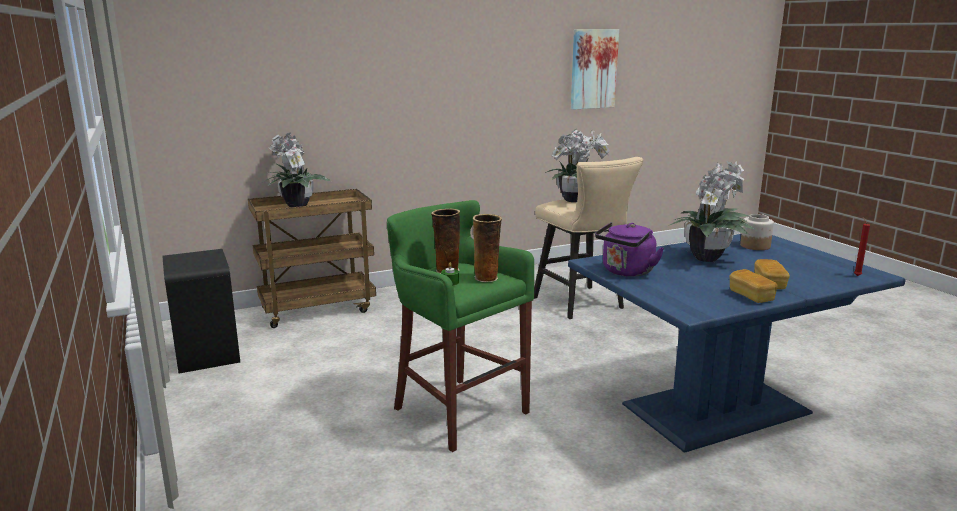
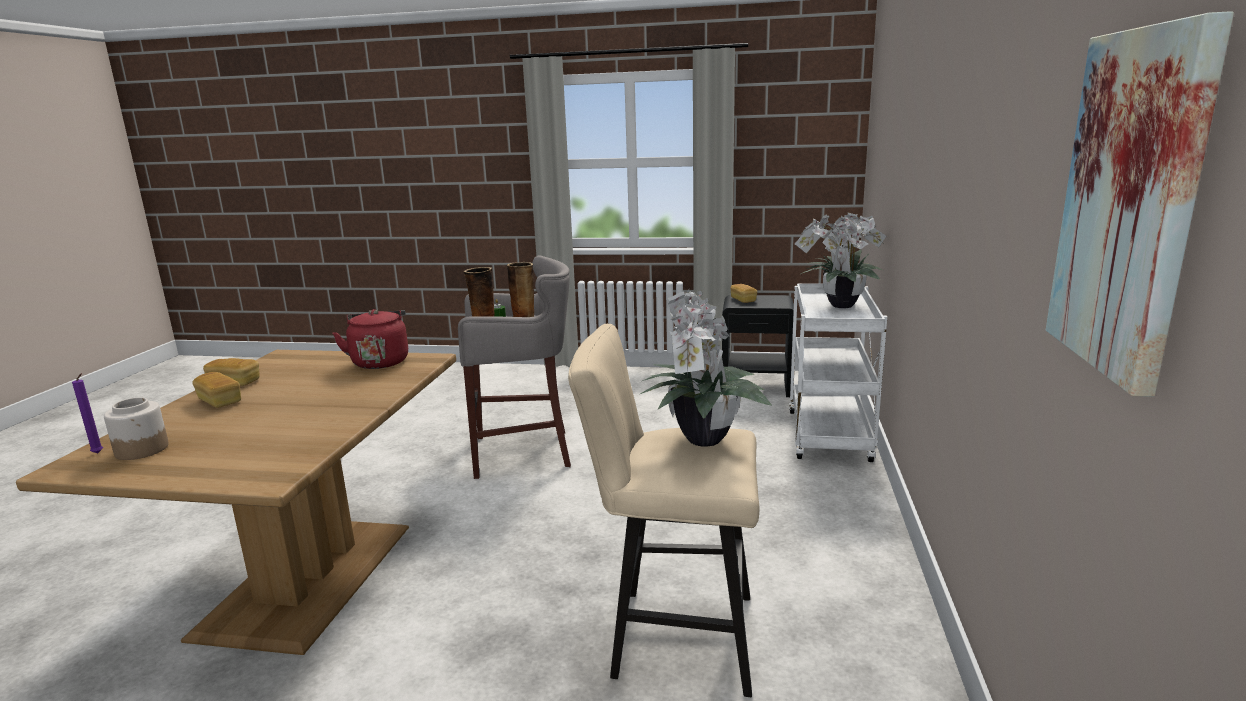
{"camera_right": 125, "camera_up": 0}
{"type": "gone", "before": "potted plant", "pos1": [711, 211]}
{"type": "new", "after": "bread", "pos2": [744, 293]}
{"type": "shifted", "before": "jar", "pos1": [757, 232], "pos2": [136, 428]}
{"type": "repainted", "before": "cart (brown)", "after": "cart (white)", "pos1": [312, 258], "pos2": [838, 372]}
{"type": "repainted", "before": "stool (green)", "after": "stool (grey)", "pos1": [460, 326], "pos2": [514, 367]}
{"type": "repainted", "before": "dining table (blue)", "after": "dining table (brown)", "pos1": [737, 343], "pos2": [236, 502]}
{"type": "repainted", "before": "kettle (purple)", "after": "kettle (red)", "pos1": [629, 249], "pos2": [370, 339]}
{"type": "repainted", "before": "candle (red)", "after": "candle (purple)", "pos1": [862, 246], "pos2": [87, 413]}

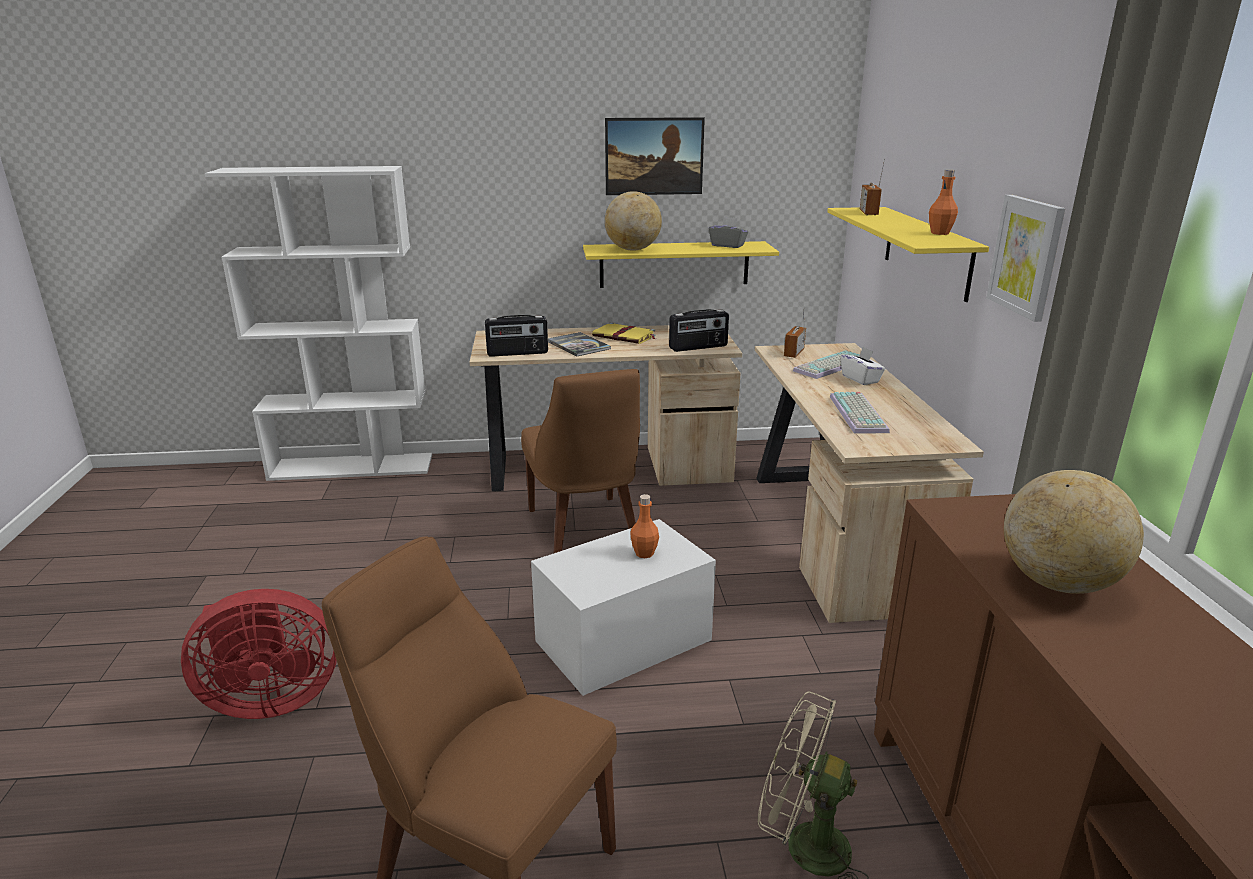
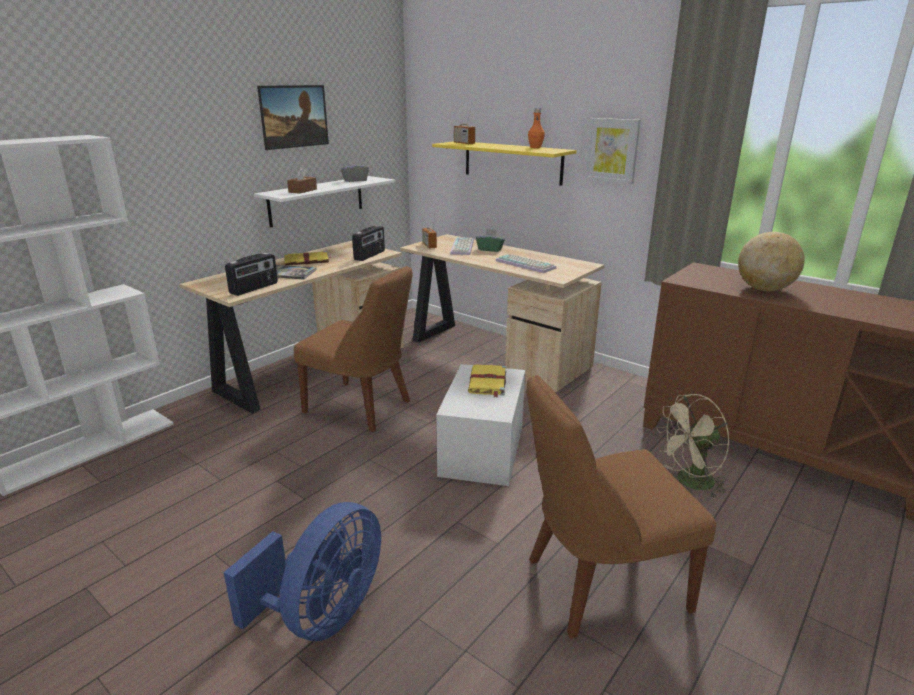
{"camera_right": -45, "camera_up": 0}
{"type": "swapped", "before": "globe", "after": "tissue box (brown)", "pos1": [633, 221], "pos2": [302, 180]}
{"type": "swapped", "before": "bottle (orange)", "after": "book (yellow)", "pos1": [644, 526], "pos2": [487, 381]}
{"type": "repainted", "before": "fan (red)", "after": "fan (blue)", "pos1": [259, 654], "pos2": [302, 571]}
{"type": "repainted", "before": "shelf (yellow)", "after": "shelf (white)", "pos1": [681, 264], "pos2": [324, 202]}
{"type": "repainted", "before": "tissue box (white)", "after": "tissue box (green)", "pos1": [863, 366], "pos2": [490, 240]}

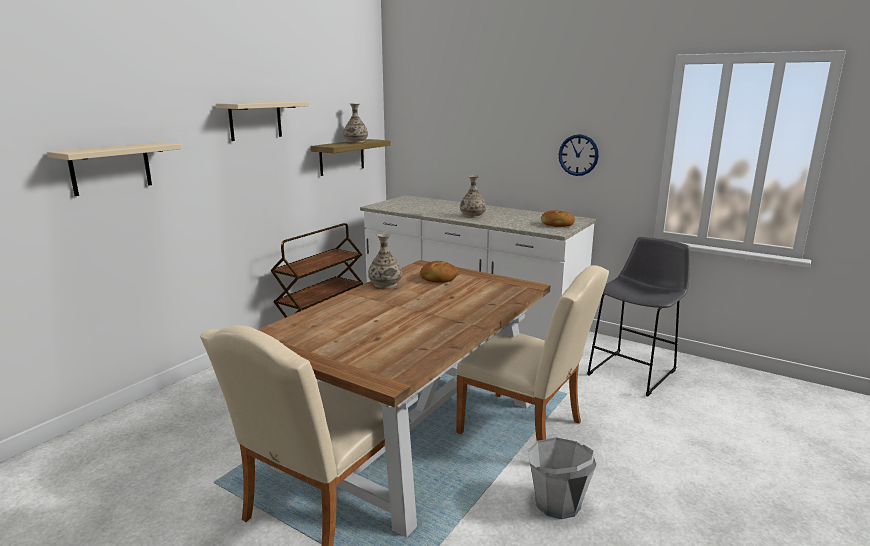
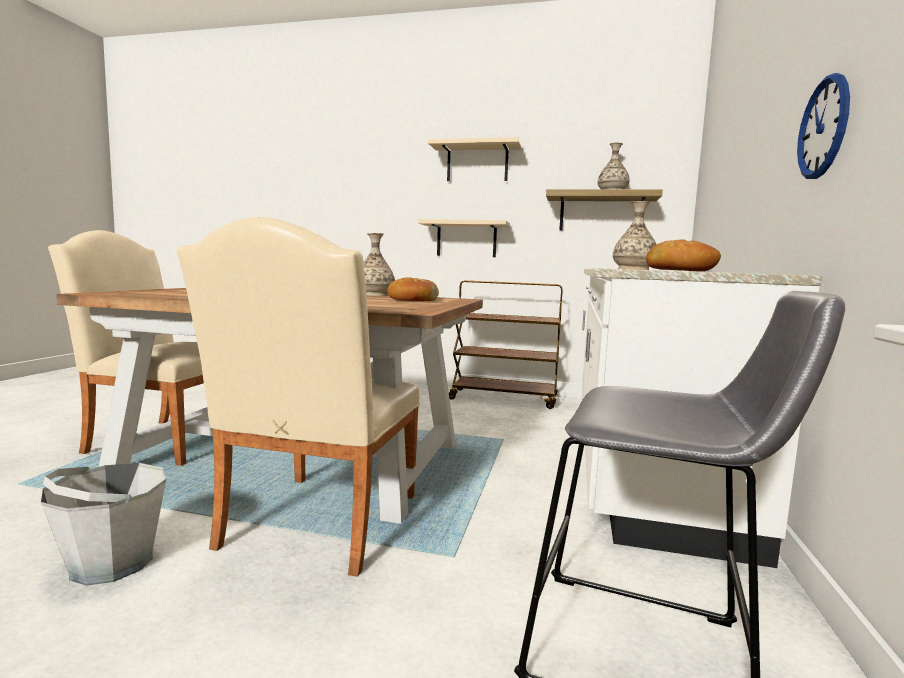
{"camera_right": 70, "camera_up": -10}
{"type": "shifted", "before": "shelf (beige)", "pos1": [114, 169], "pos2": [464, 238]}

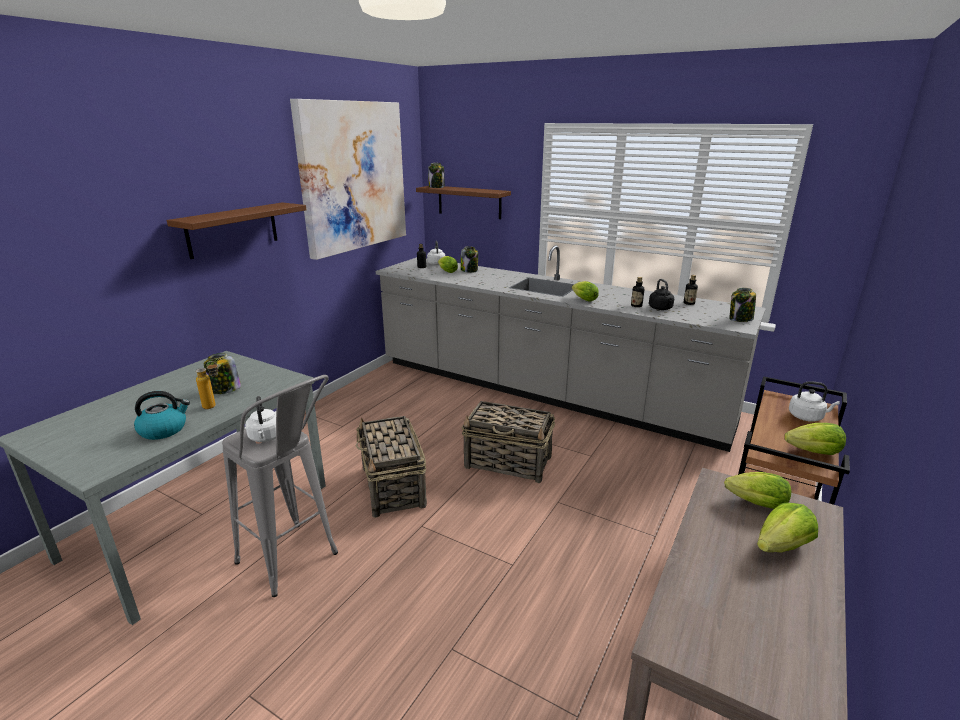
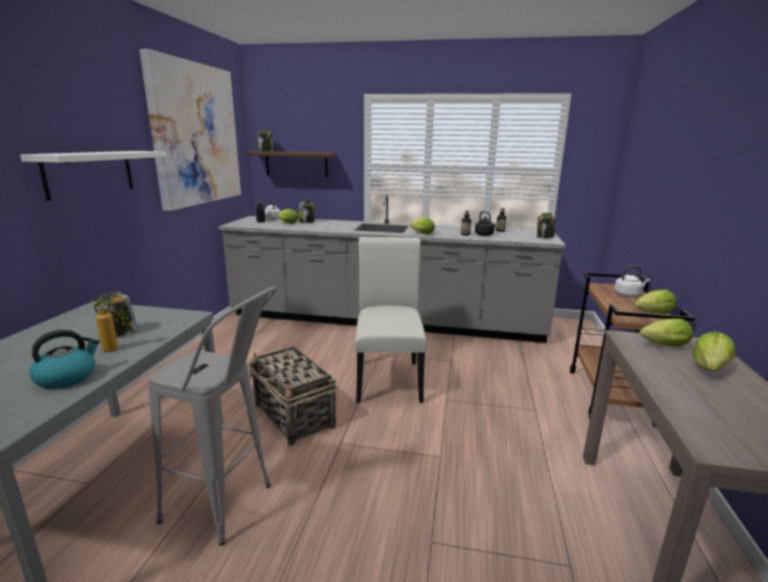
{"camera_right": -20, "camera_up": -5}
{"type": "gone", "before": "kettle (white)", "pos1": [260, 419]}
{"type": "swapped", "before": "basket", "after": "chair (white)", "pos1": [508, 442], "pos2": [390, 320]}
{"type": "repainted", "before": "shelf (brown)", "after": "shelf (white)", "pos1": [236, 231], "pos2": [93, 176]}

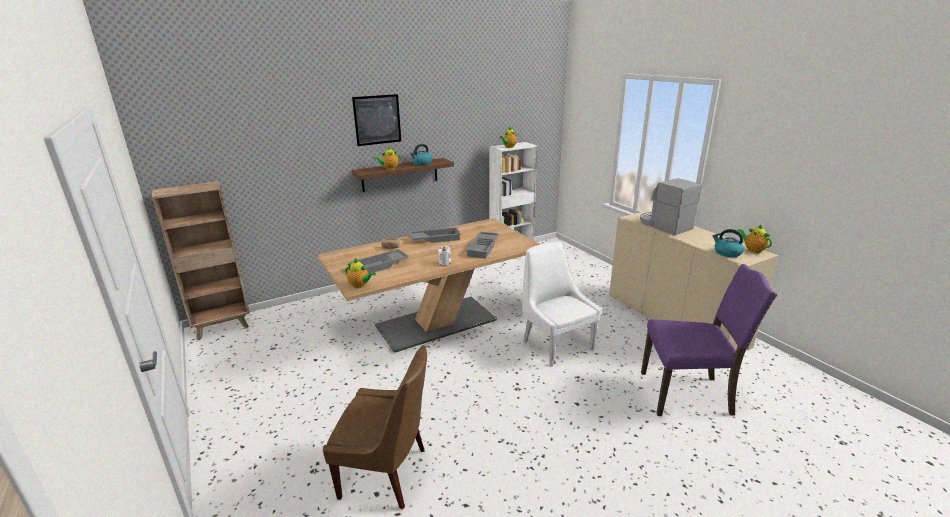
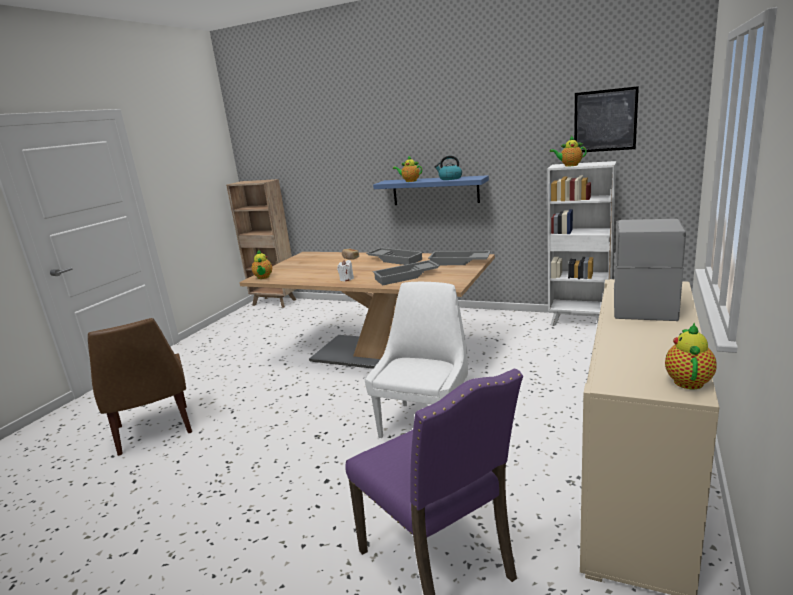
{"camera_right": 55, "camera_up": -5}
{"type": "gone", "before": "kettle", "pos1": [728, 243]}
{"type": "shifted", "before": "tray (grey)", "pos1": [379, 261], "pos2": [459, 258]}
{"type": "shifted", "before": "picture", "pos1": [376, 120], "pos2": [606, 119]}
{"type": "repainted", "before": "shelf (brown)", "after": "shelf (blue)", "pos1": [402, 175], "pos2": [431, 190]}

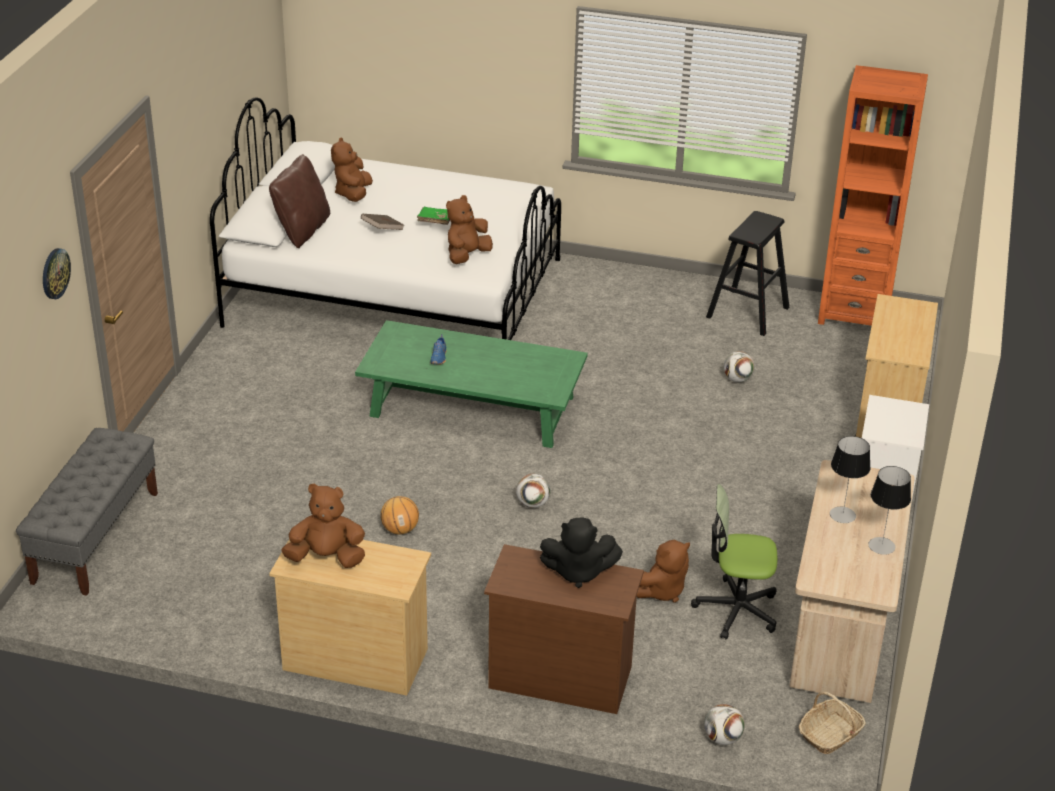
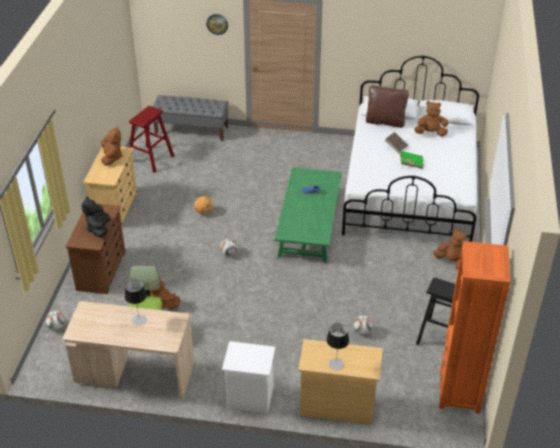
{"camera_right": 85, "camera_up": 5}
{"type": "gone", "before": "basket", "pos1": [832, 723]}
{"type": "new", "after": "stool (red)", "pos2": [151, 139]}
{"type": "shifted", "before": "plush toy (brown)", "pos1": [469, 229], "pos2": [450, 248]}
{"type": "shifted", "before": "table lamp", "pos1": [889, 510], "pos2": [337, 346]}

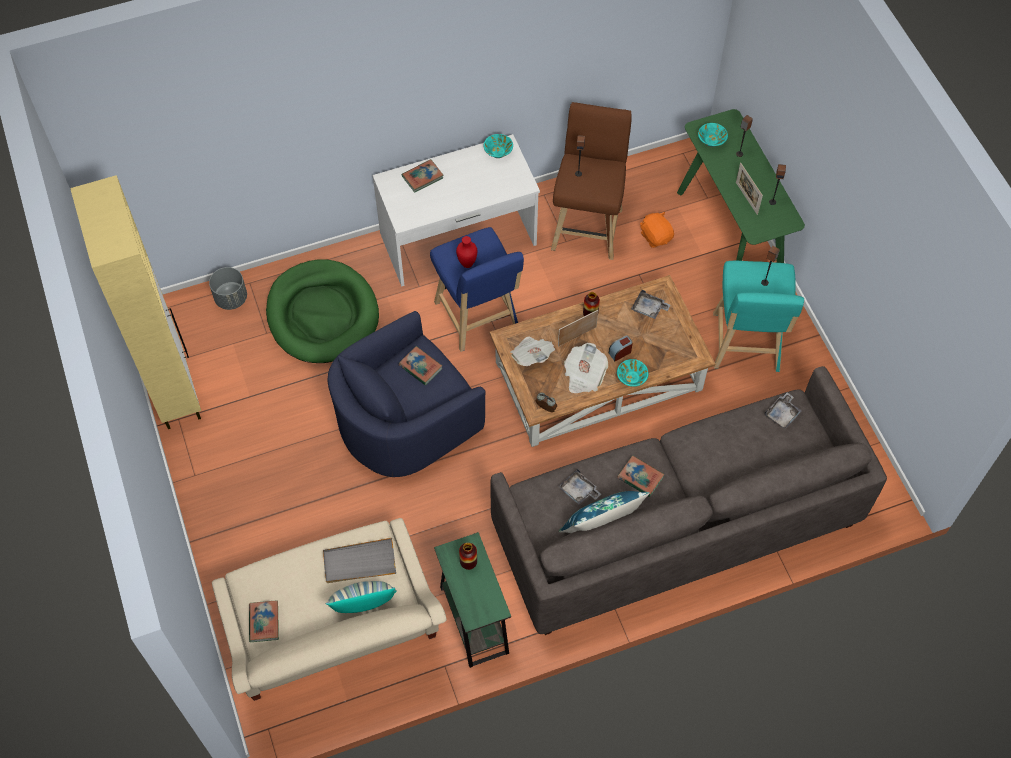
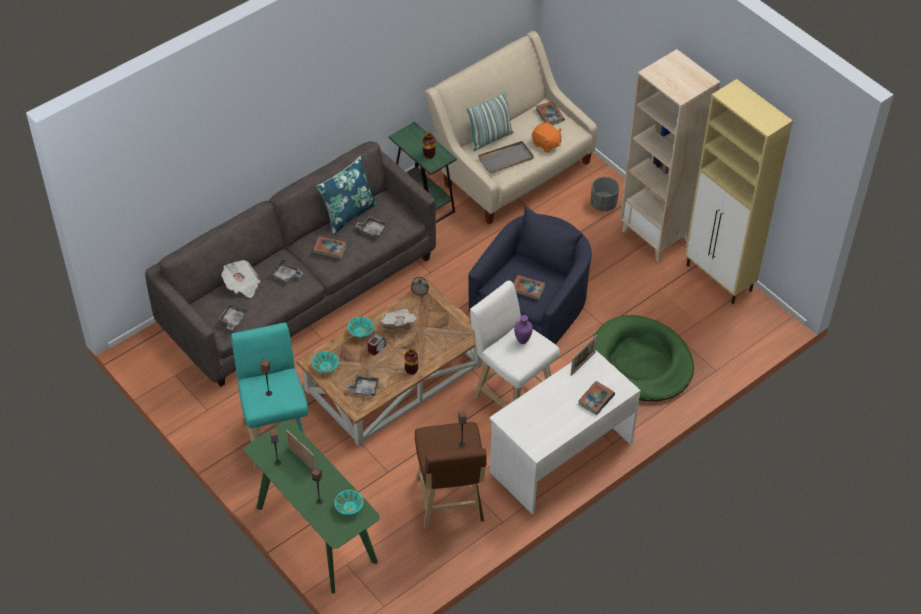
{"camera_right": 160, "camera_up": -10}
{"type": "new", "after": "tray (grey)", "pos2": [286, 271]}
{"type": "new", "after": "bookcase (beige)", "pos2": [670, 155]}
{"type": "shifted", "before": "planter (grey)", "pos1": [228, 288], "pos2": [604, 194]}
{"type": "shifted", "before": "bowl (turquoise)", "pos1": [498, 146], "pos2": [325, 362]}
{"type": "shifted", "before": "newspaper", "pos1": [532, 351], "pos2": [240, 279]}
{"type": "shifted", "before": "picture frame", "pos1": [578, 328], "pos2": [584, 355]}
{"type": "shifted", "before": "plush toy (orange)", "pos1": [657, 230], "pos2": [547, 137]}
{"type": "repainted", "before": "stool (blue)", "after": "stool (white)", "pos1": [477, 289], "pos2": [515, 344]}
{"type": "repainted", "before": "vase (red)", "after": "vase (purple)", "pos1": [466, 252], "pos2": [523, 329]}

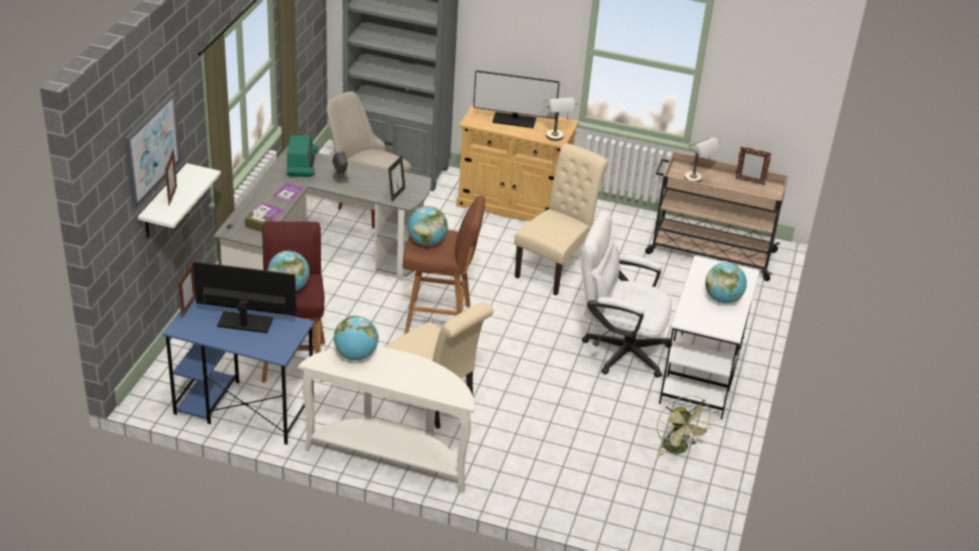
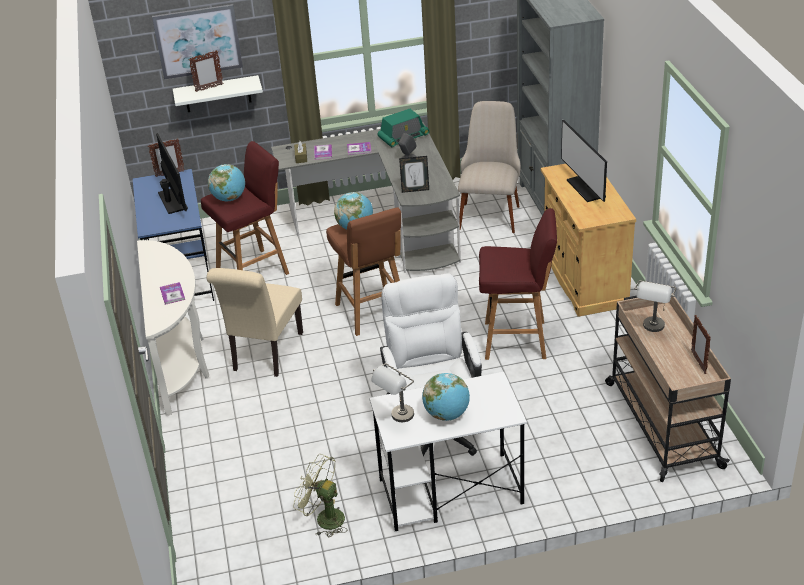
{"camera_right": 65, "camera_up": 0}
{"type": "gone", "before": "globe", "pos1": [356, 338]}
{"type": "new", "after": "book", "pos2": [172, 293]}
{"type": "shifted", "before": "table lamp (grey)", "pos1": [561, 119], "pos2": [393, 392]}
{"type": "swapped", "before": "chair (beige)", "after": "stool (red)", "pos1": [561, 220], "pos2": [518, 284]}
{"type": "rotated", "before": "fan (green)", "pos1": [685, 426], "pos2": [320, 495], "turn": 75}

